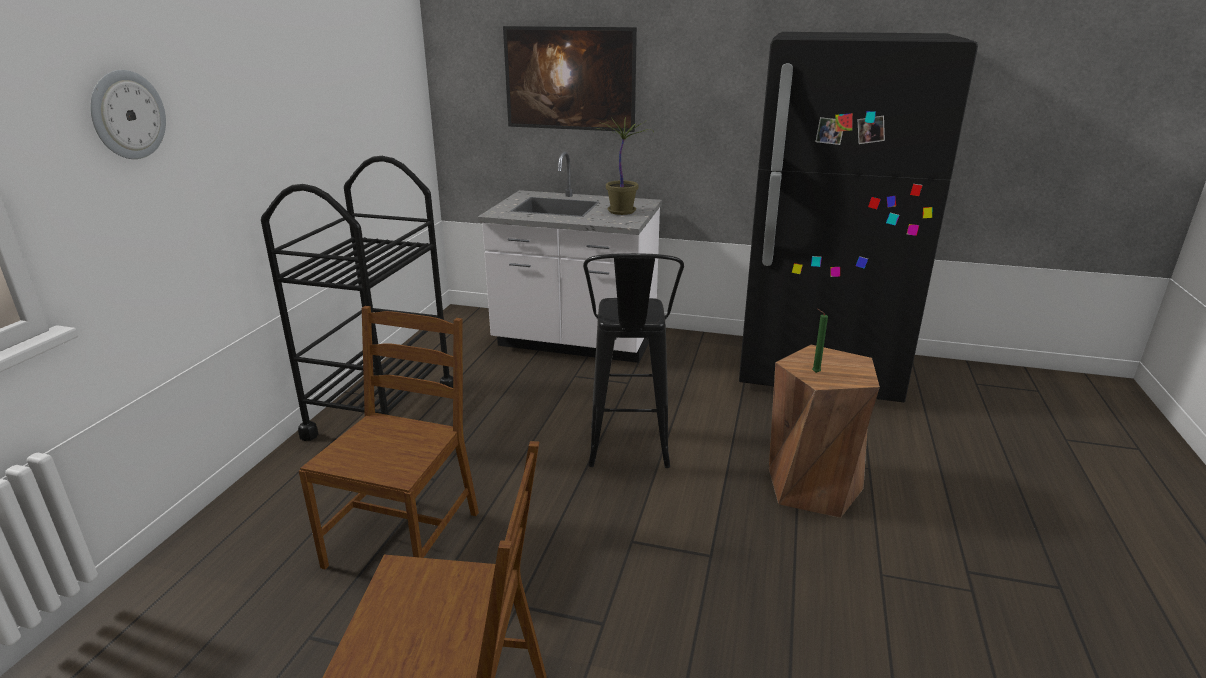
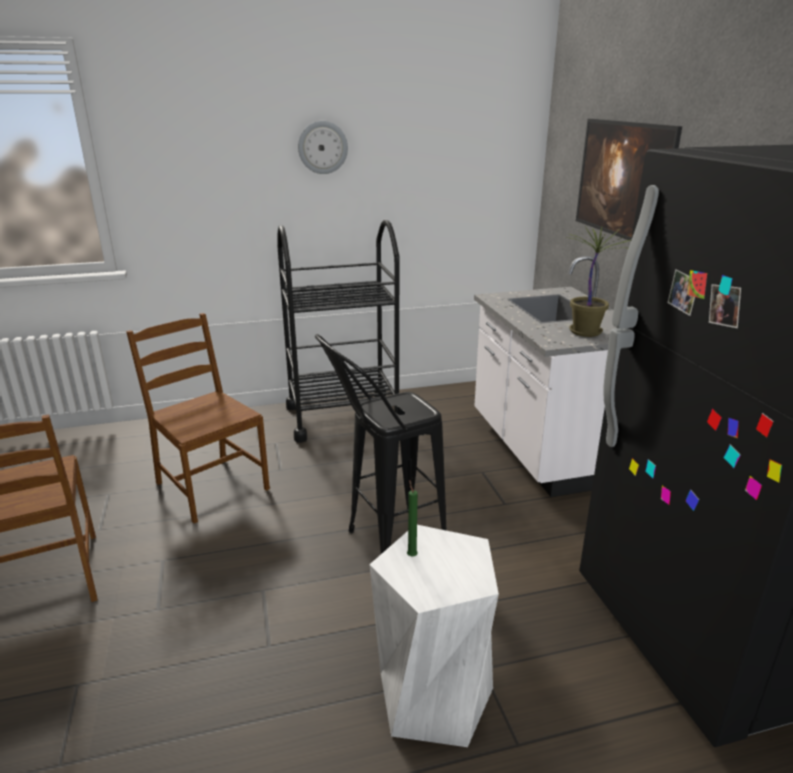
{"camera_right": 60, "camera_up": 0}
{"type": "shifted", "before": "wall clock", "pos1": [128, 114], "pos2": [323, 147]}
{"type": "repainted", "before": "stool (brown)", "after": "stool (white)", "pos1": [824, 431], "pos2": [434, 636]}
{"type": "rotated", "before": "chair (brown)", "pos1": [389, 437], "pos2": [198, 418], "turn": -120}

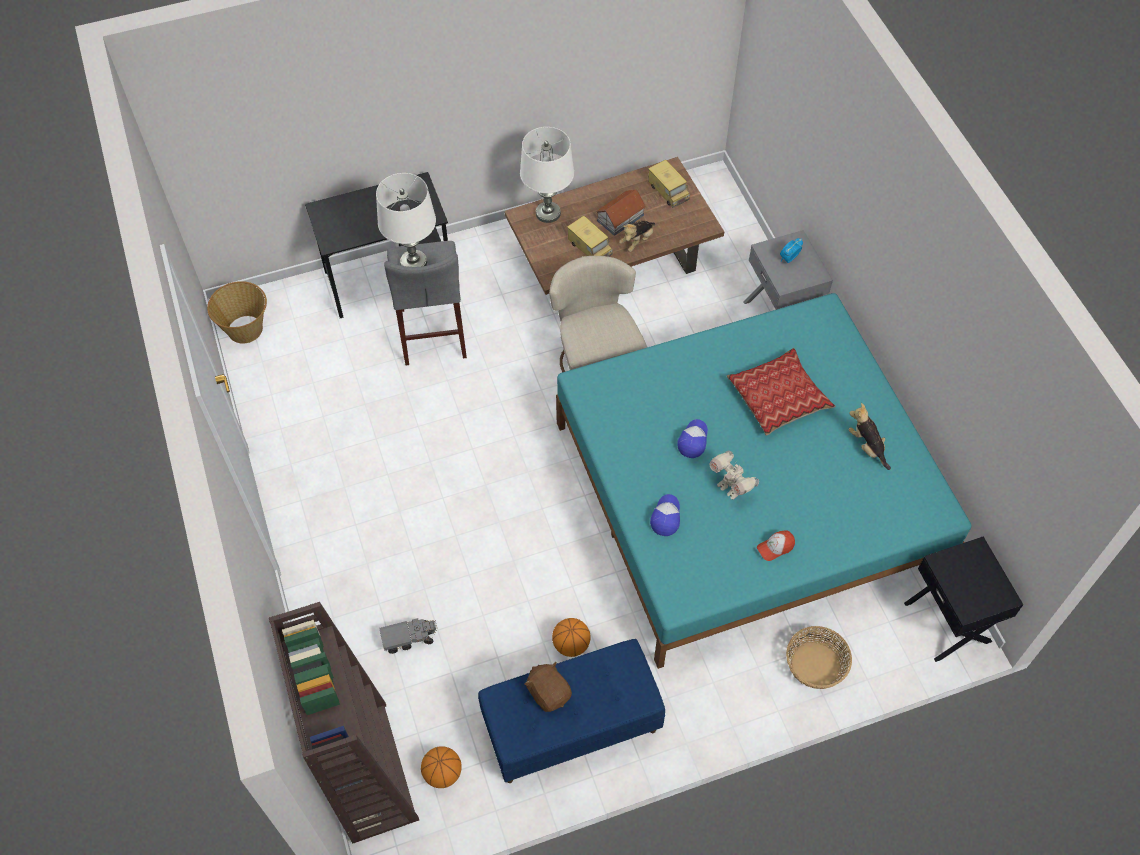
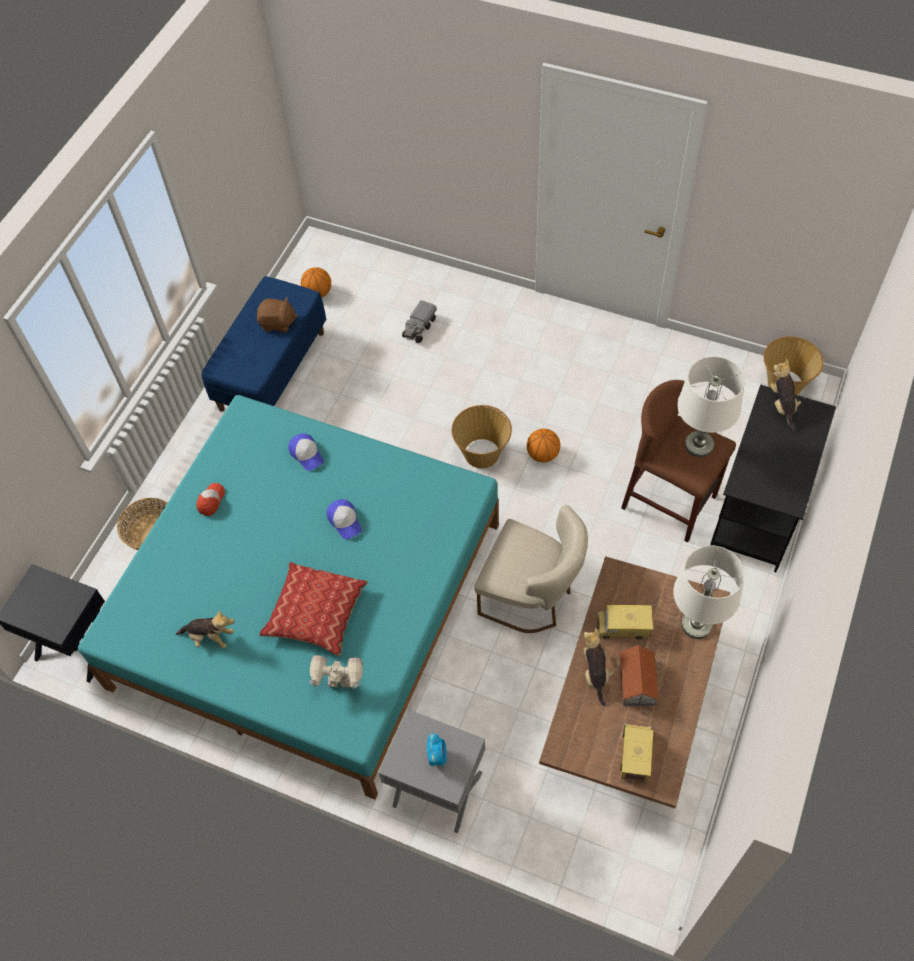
{"camera_right": 135, "camera_up": 0}
{"type": "gone", "before": "bookcase (brown)", "pos1": [344, 722]}
{"type": "new", "after": "basket", "pos2": [481, 436]}
{"type": "new", "after": "plush toy", "pos2": [785, 395]}
{"type": "shifted", "before": "basketball", "pos1": [571, 637], "pos2": [543, 446]}
{"type": "shifted", "before": "toy robot", "pos1": [734, 474], "pos2": [336, 672]}
{"type": "repainted", "before": "stool (grey)", "after": "stool (brown)", "pos1": [425, 303], "pos2": [678, 461]}
{"type": "rotated", "before": "toy truck", "pos1": [669, 184], "pos2": [637, 752], "turn": 90}

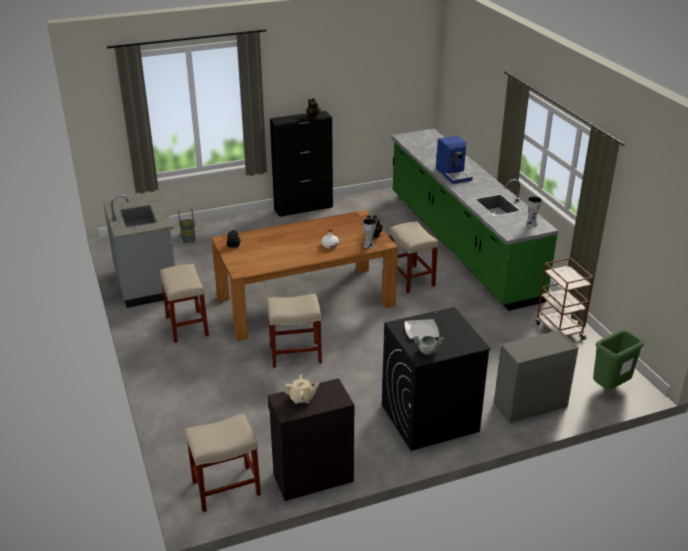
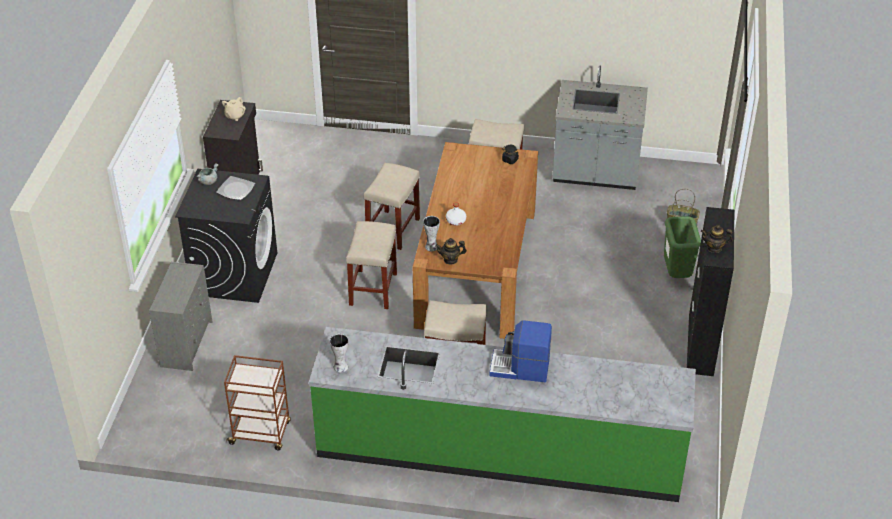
{"camera_right": 120, "camera_up": 10}
{"type": "shifted", "before": "stool (beige)", "pos1": [223, 462], "pos2": [371, 265]}
{"type": "shifted", "before": "trash can (green)", "pos1": [618, 359], "pos2": [682, 247]}

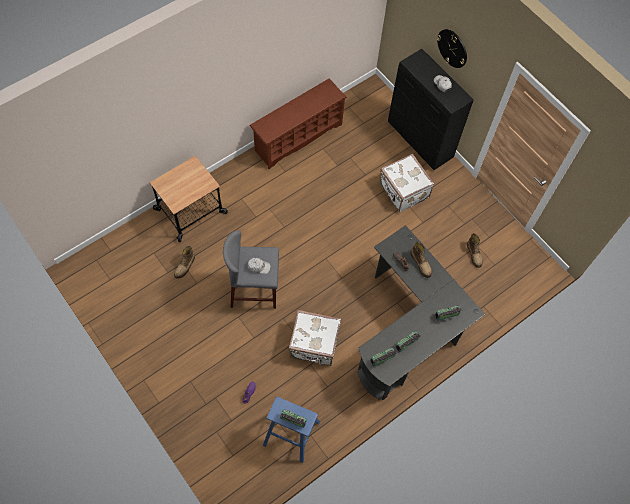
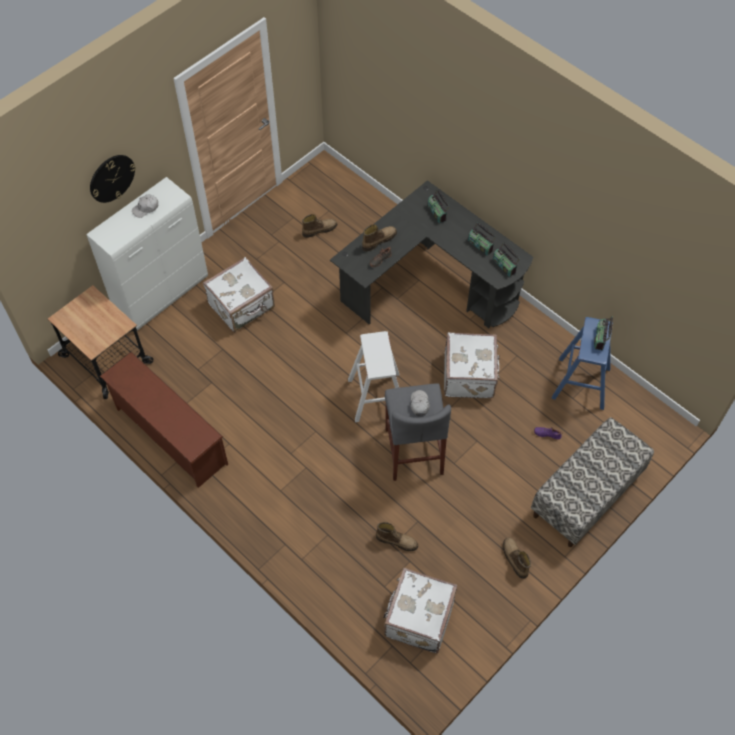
{"camera_right": -95, "camera_up": -5}
{"type": "new", "after": "stool (white)", "pos2": [373, 376]}
{"type": "new", "after": "suitcase (white)", "pos2": [420, 610]}
{"type": "new", "after": "boot", "pos2": [517, 558]}
{"type": "new", "after": "bench", "pos2": [592, 482]}
{"type": "shifted", "before": "cart", "pos1": [188, 198], "pos2": [100, 342]}
{"type": "repainted", "before": "cabinet (black)", "after": "cabinet (white)", "pos1": [431, 109], "pos2": [147, 254]}

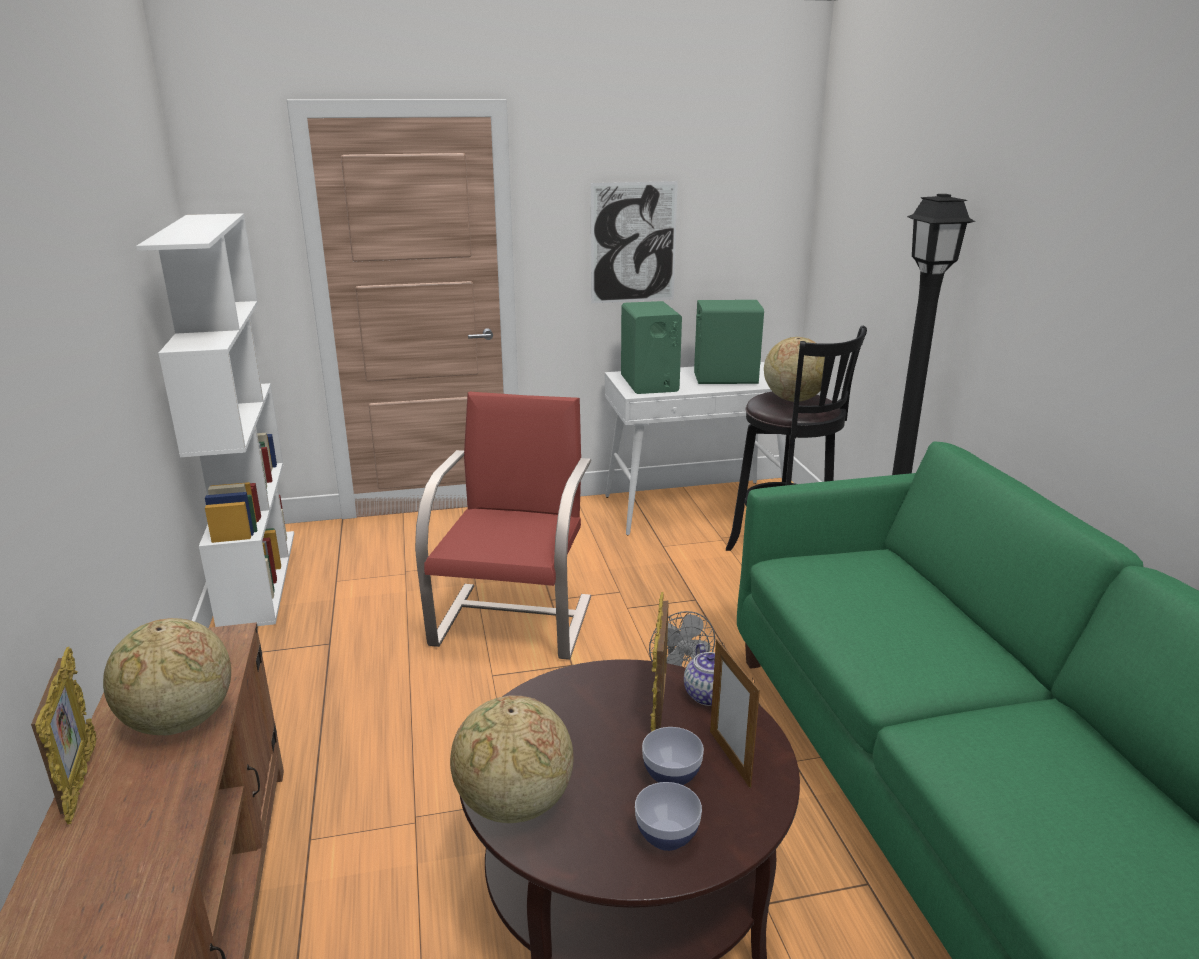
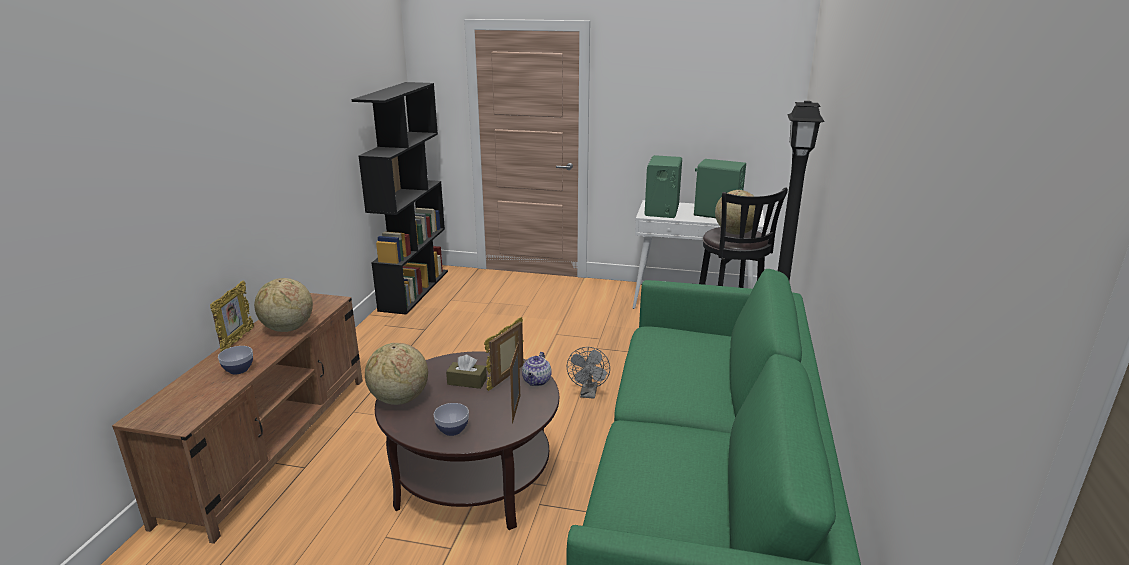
{"camera_right": 25, "camera_up": 0}
{"type": "gone", "before": "armchair (red)", "pos1": [503, 526]}
{"type": "gone", "before": "picture", "pos1": [634, 242]}
{"type": "new", "after": "tissue box (brown)", "pos2": [466, 372]}
{"type": "shifted", "before": "bowl", "pos1": [673, 756], "pos2": [235, 360]}
{"type": "repainted", "before": "bookcase (white)", "after": "bookcase (black)", "pos1": [215, 420], "pos2": [400, 198]}

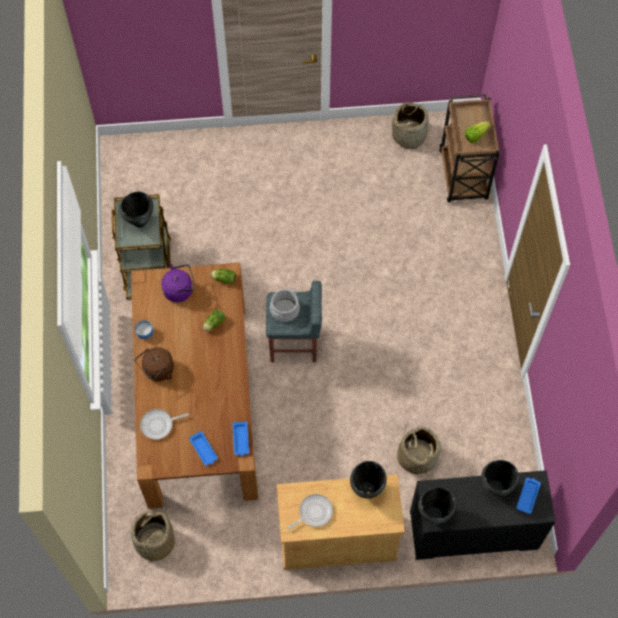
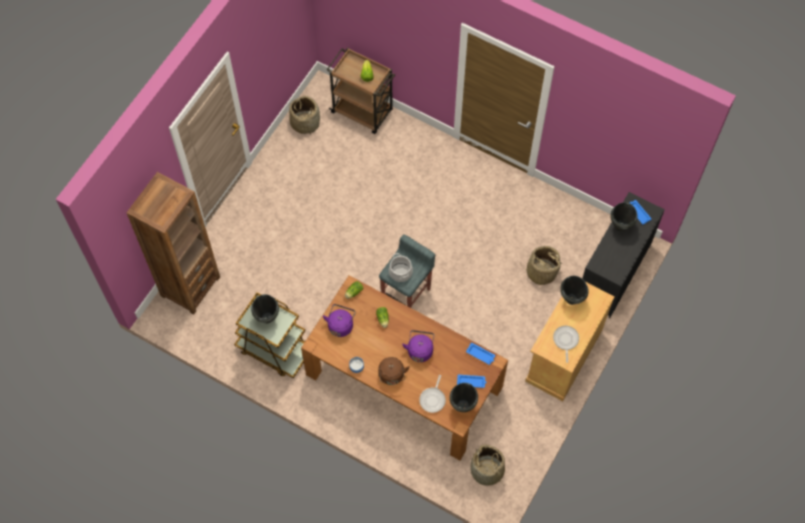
{"camera_right": -55, "camera_up": 0}
{"type": "new", "after": "bookcase (brown)", "pos2": [173, 243]}
{"type": "new", "after": "kettle (purple)", "pos2": [418, 346]}
{"type": "shifted", "before": "cooking pot (black)", "pos1": [437, 505], "pos2": [464, 397]}

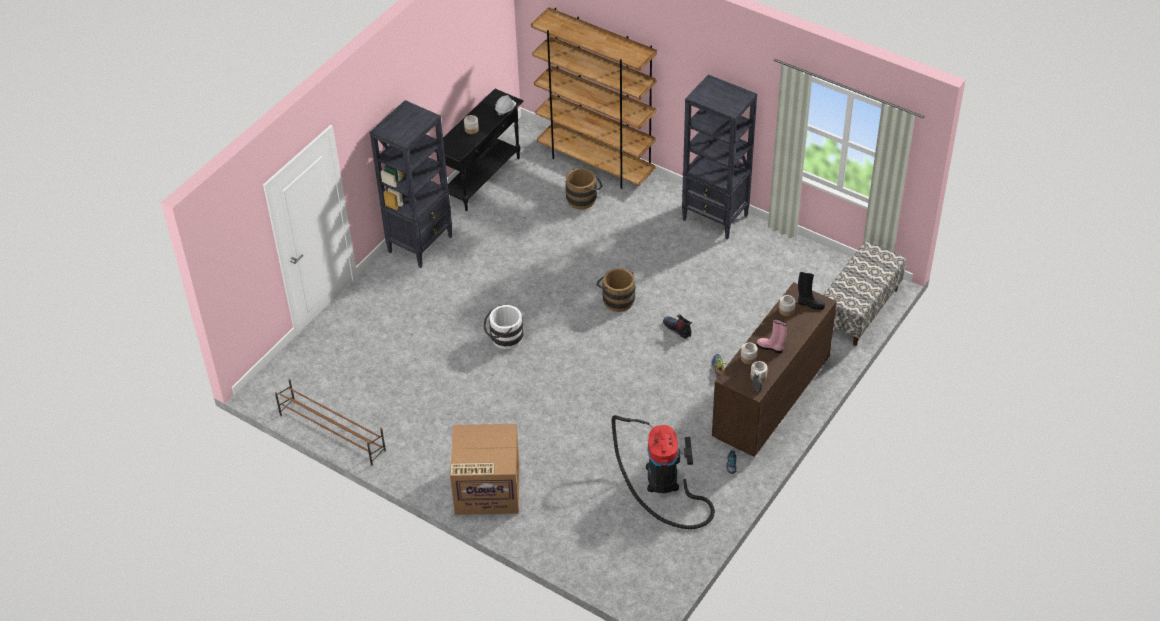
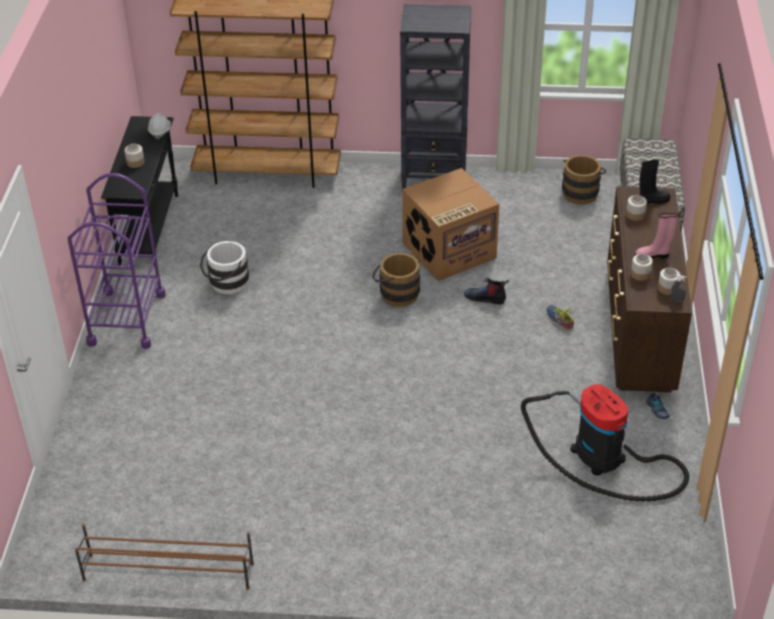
{"camera_right": -30, "camera_up": -5}
{"type": "shifted", "before": "cardboard box", "pos1": [485, 469], "pos2": [450, 224]}
{"type": "shifted", "before": "bucket (white)", "pos1": [504, 327], "pos2": [224, 267]}
{"type": "shifted", "before": "bucket (brown)", "pos1": [583, 189], "pos2": [584, 180]}
{"type": "swapped", "before": "bookcase (black)", "after": "cart (purple)", "pos1": [411, 184], "pos2": [116, 261]}

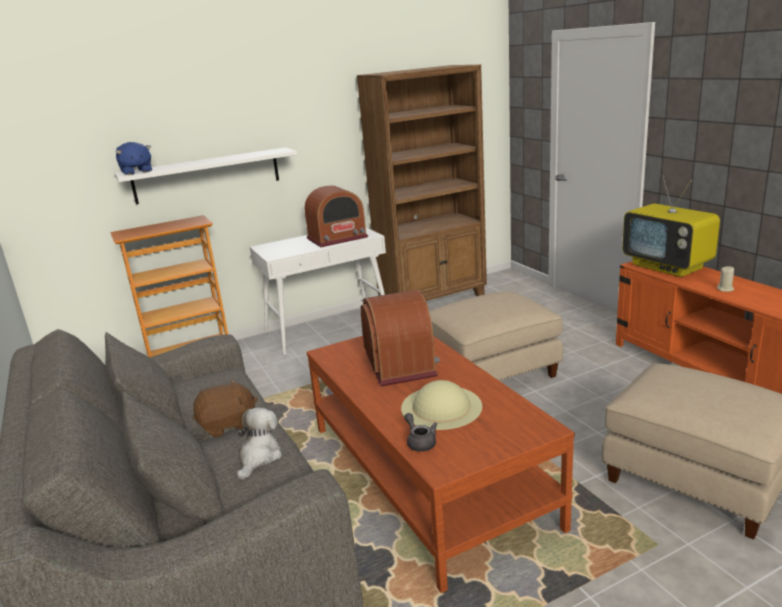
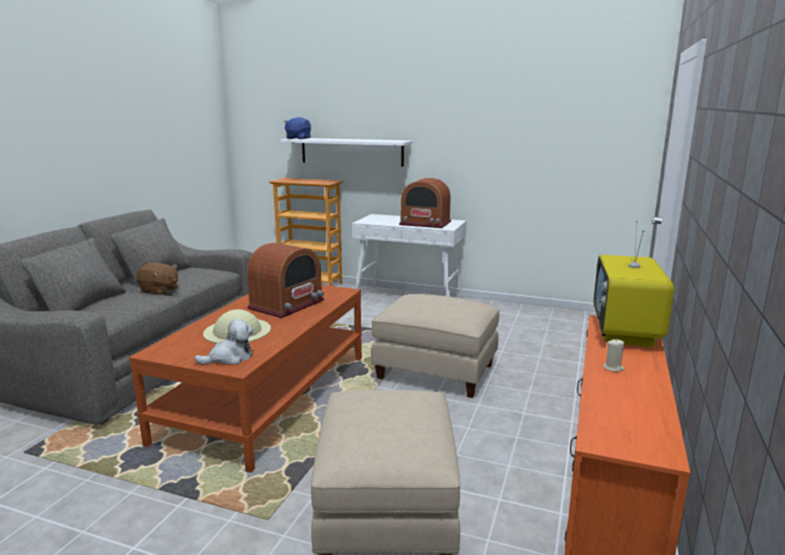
{"camera_right": 45, "camera_up": -5}
{"type": "gone", "before": "bookcase (brown)", "pos1": [422, 183]}
{"type": "gone", "before": "teapot (grey)", "pos1": [420, 432]}
{"type": "shifted", "before": "plush toy", "pos1": [259, 443], "pos2": [224, 342]}

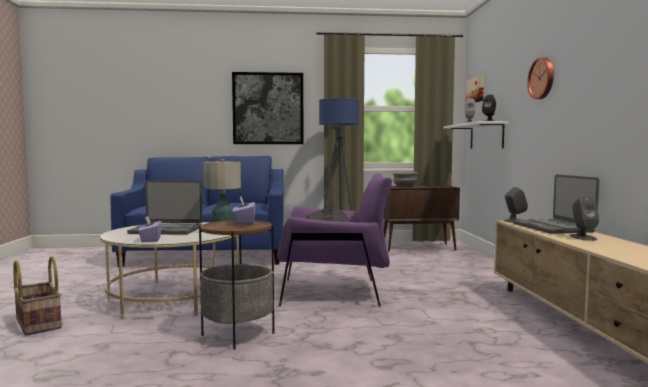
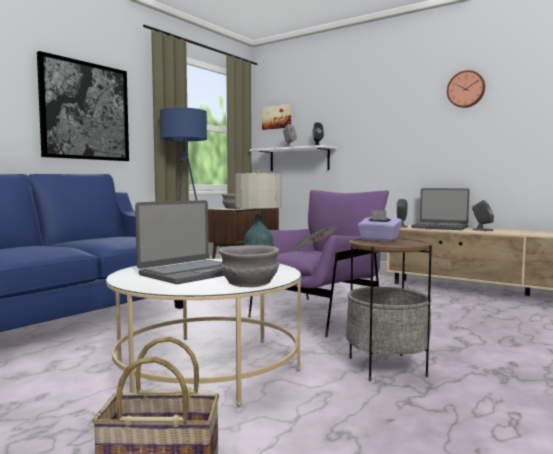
{"camera_right": -50, "camera_up": 0}
{"type": "shifted", "before": "wall clock", "pos1": [540, 78], "pos2": [466, 89]}
{"type": "swapped", "before": "tissue box (purple)", "after": "bowl (grey)", "pos1": [150, 229], "pos2": [248, 266]}

